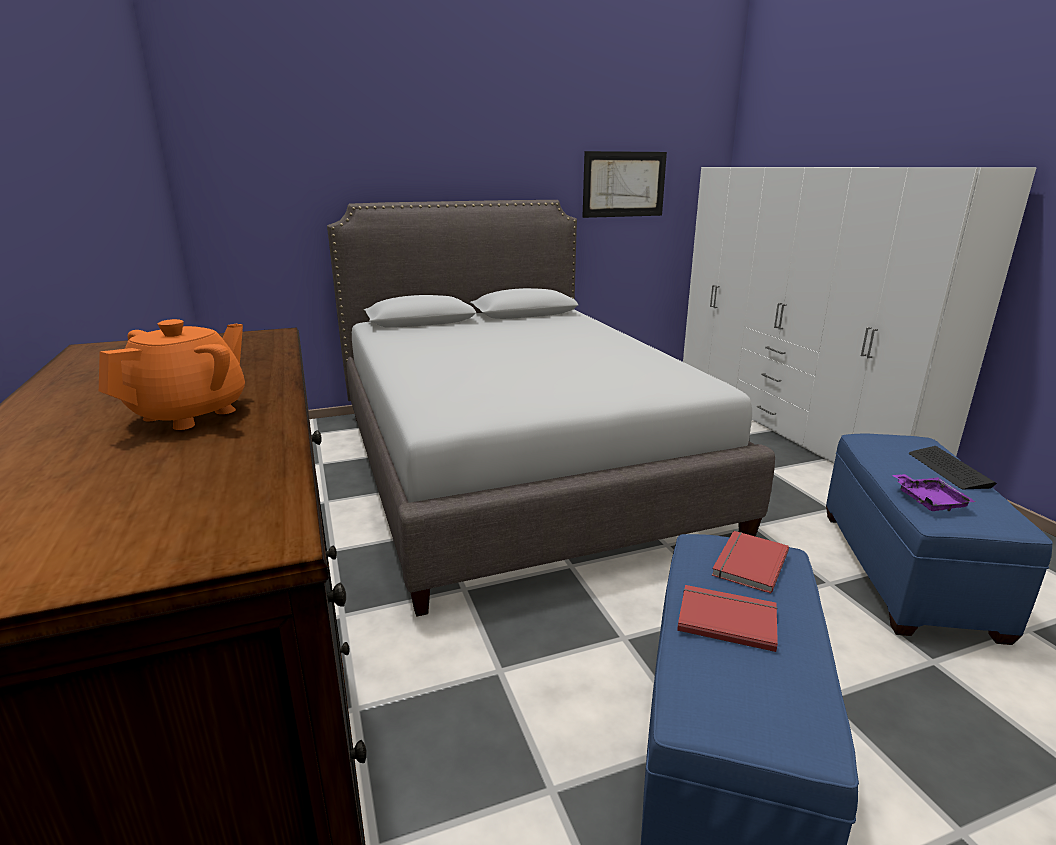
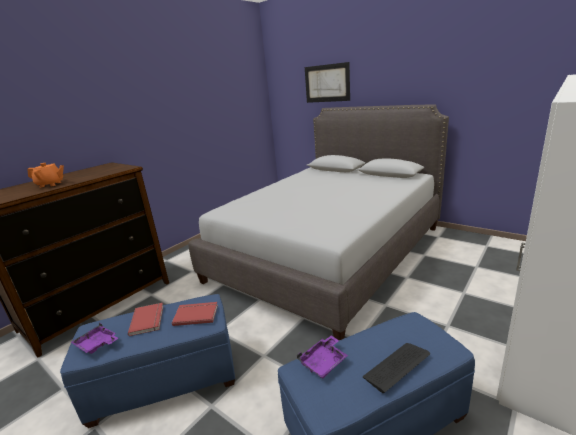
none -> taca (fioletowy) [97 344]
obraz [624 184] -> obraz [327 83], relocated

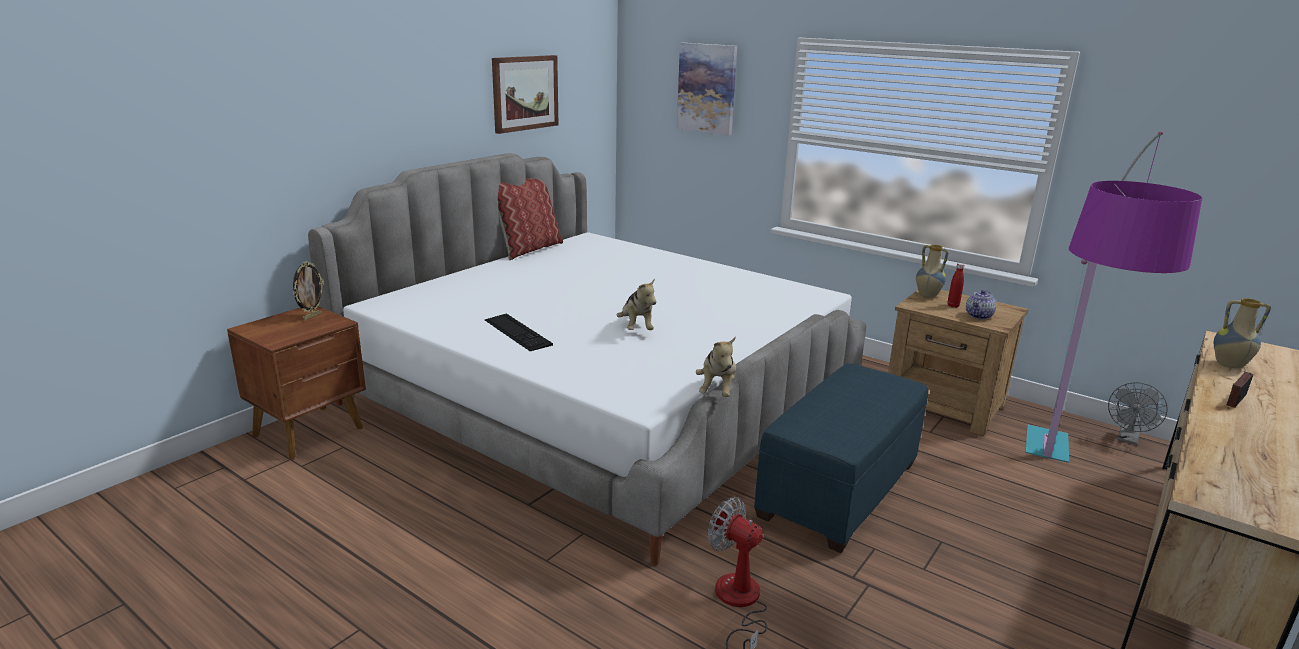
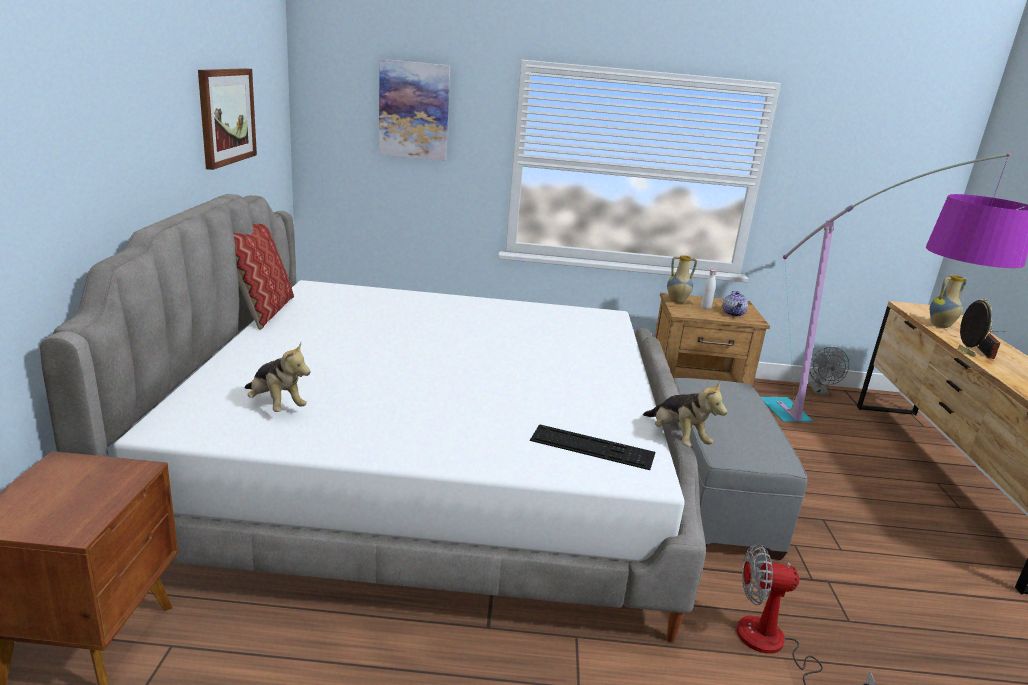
pluszak [636 328] -> pluszak [275 405], relocated
klawiatura [517 332] -> klawiatura [592 447], relocated
pufa (niebieski) [838 489] -> pufa (szary) [714 498]
butelka (czerwony) [953 306] -> butelka (biały) [705 308]
ramka na zdjęcie [311 317] -> ramka na zdjęcie [965 352], relocated

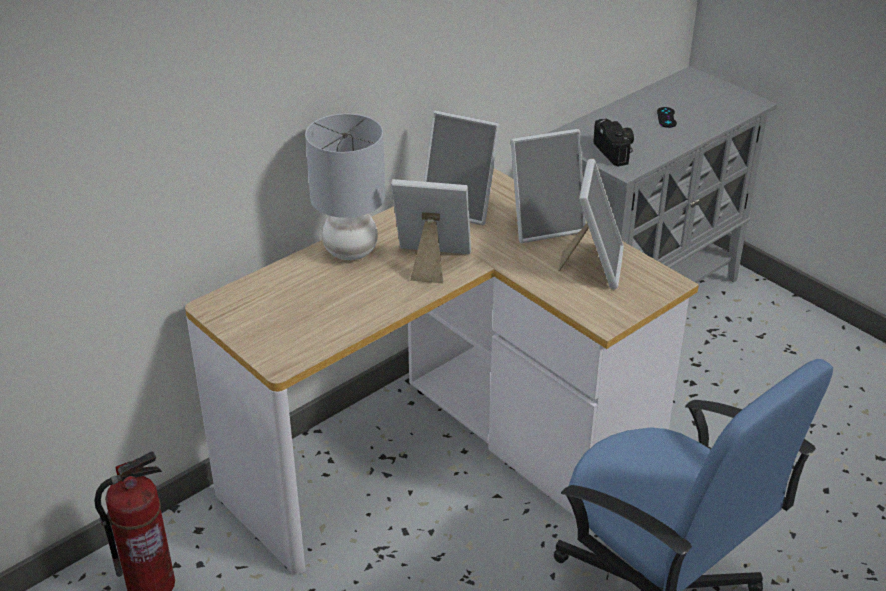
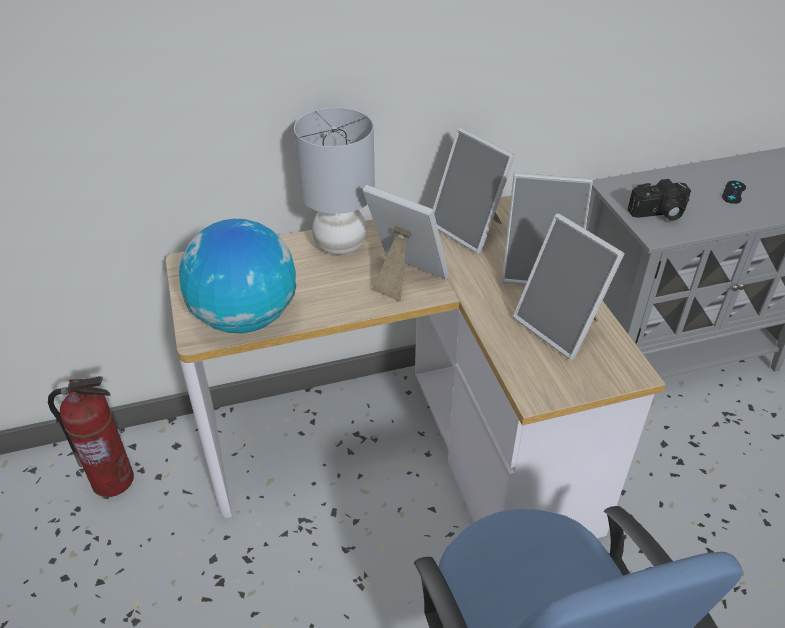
none -> globus [245 318]
ramka na zdjęcie [593 265] -> ramka na zdjęcie [561 327], 105 degrees clockwise
aparat fotograficzny [616 151] -> aparat fotograficzny [658 214], 75 degrees clockwise

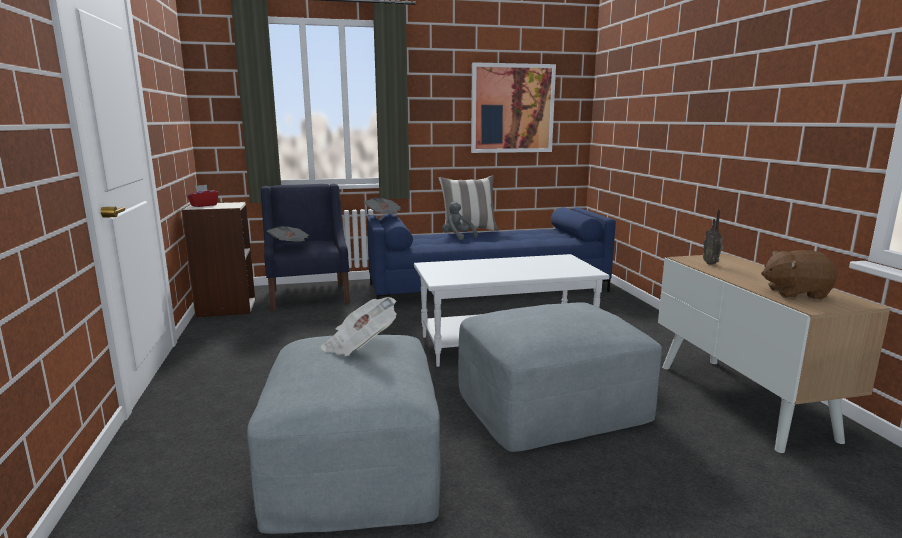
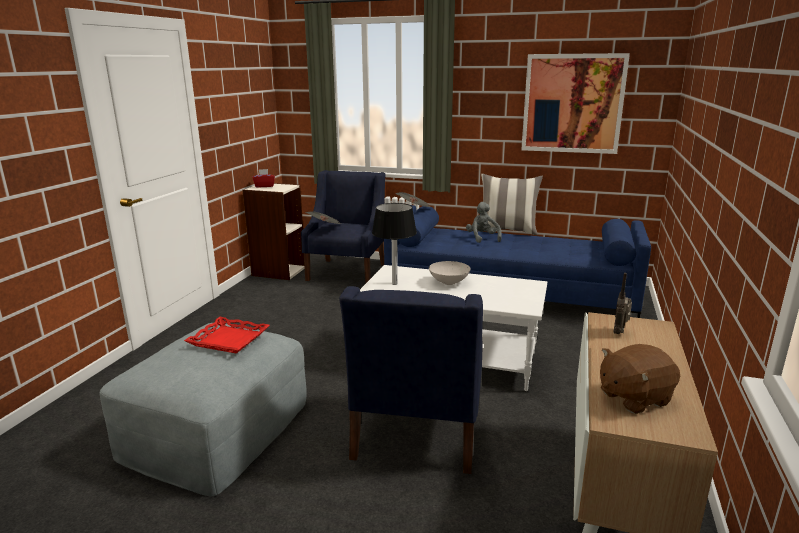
gazeta [360 345] -> taca (czerwony) [228 340]
pufa (szary) [552 404] -> fotel (niebieski) [416 432]
none -> lampa stołowa (czarny) [394 284]
none -> miska (biały) [449 282]
pluszak (brązowy) [795 293] -> pluszak (brązowy) [633 397], 60 degrees counterclockwise

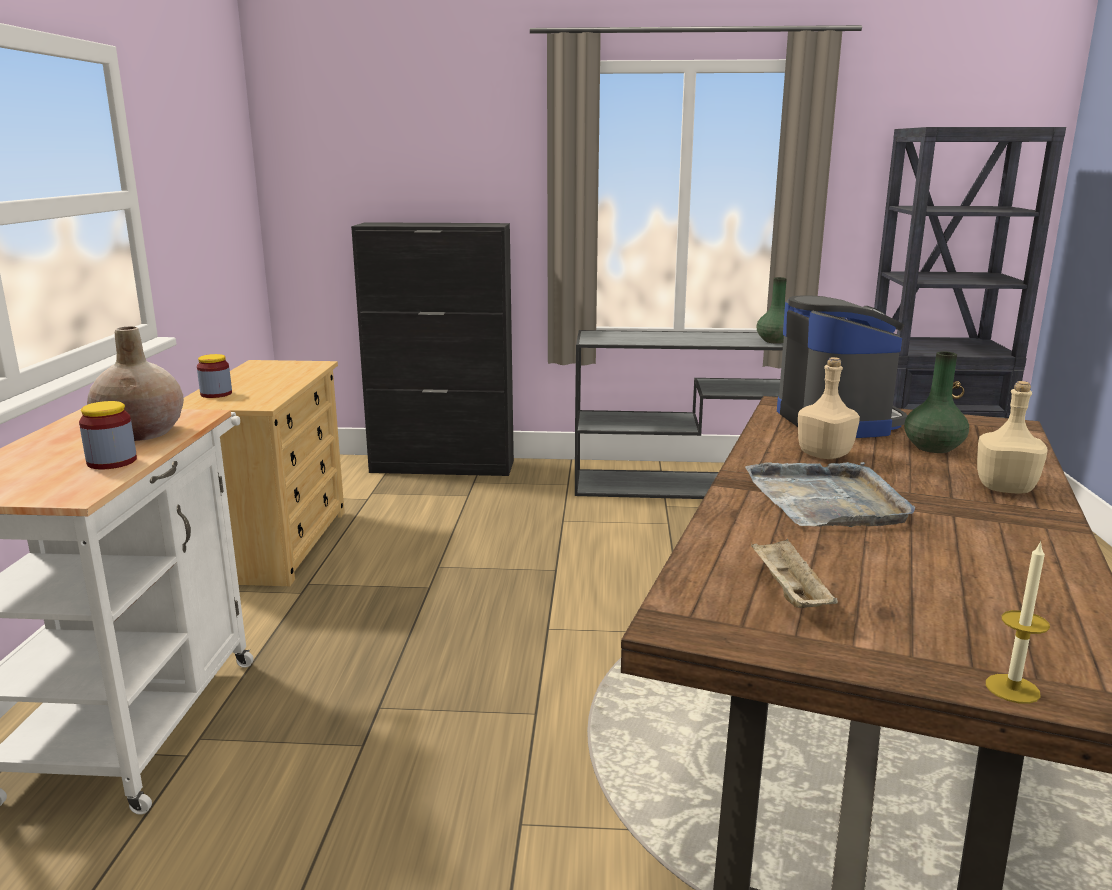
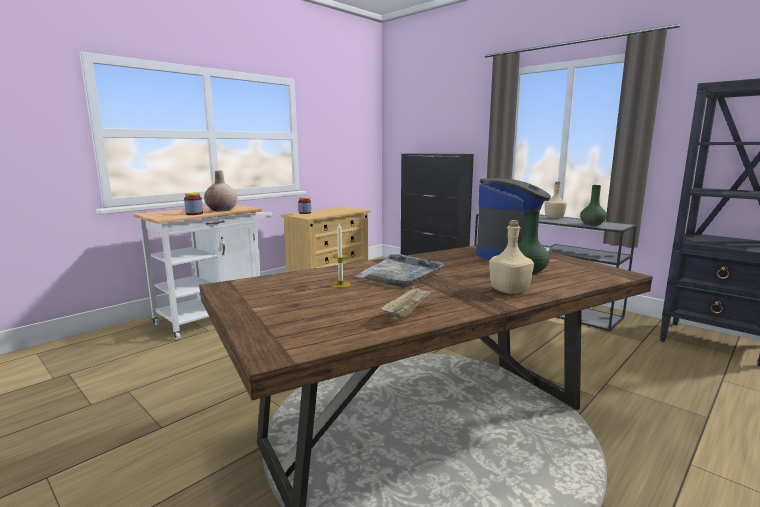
świeca [1012 688] -> świeca [340 284], relocated
taca (beżowy) [788 592] -> taca (beżowy) [408 312], relocated
butelka (beżowy) [825 455] -> butelka (beżowy) [554 218], relocated

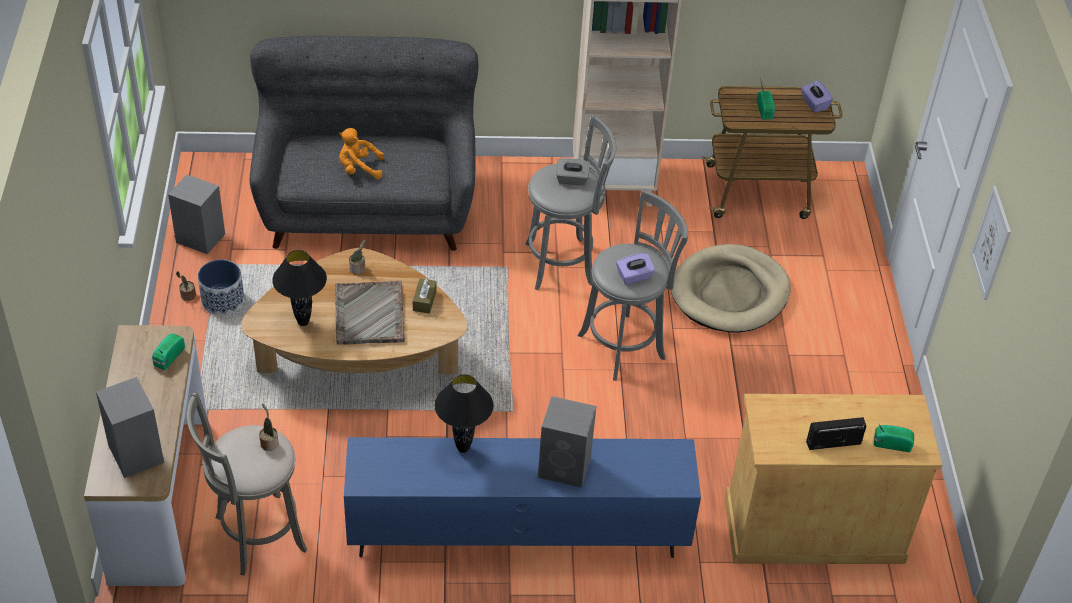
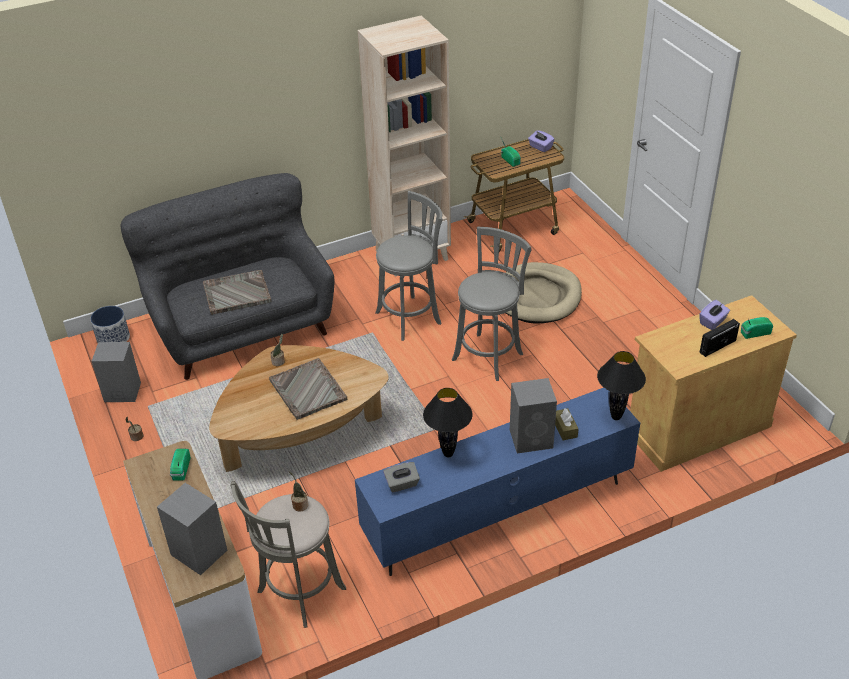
donica [223 300] -> donica [113 338], relocated
pluszak (pomarańczowy) [359 169] -> taca (szary) [236 293]
pudełko chusteczek (szary) [572 180] -> pudełko chusteczek (szary) [402 484], relocated
pudełko chusteczek (brązowy) [424 300] -> pudełko chusteczek (brązowy) [565 428], relocated
lampa stołowa (czarny) [303 322] -> lampa stołowa (czarny) [615 417], relocated
pudełko chusteczek (fioletowy) [634 277] -> pudełko chusteczek (fioletowy) [713 322], relocated
obraz [991 243] -> none

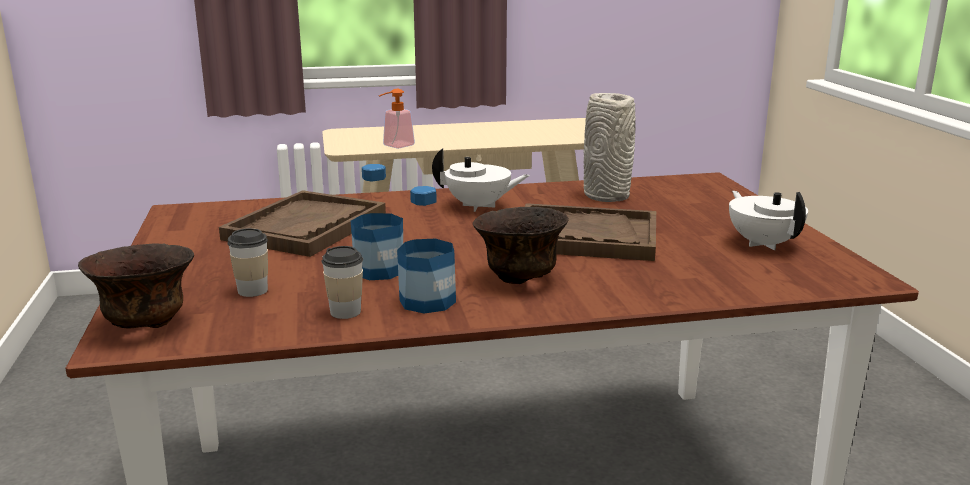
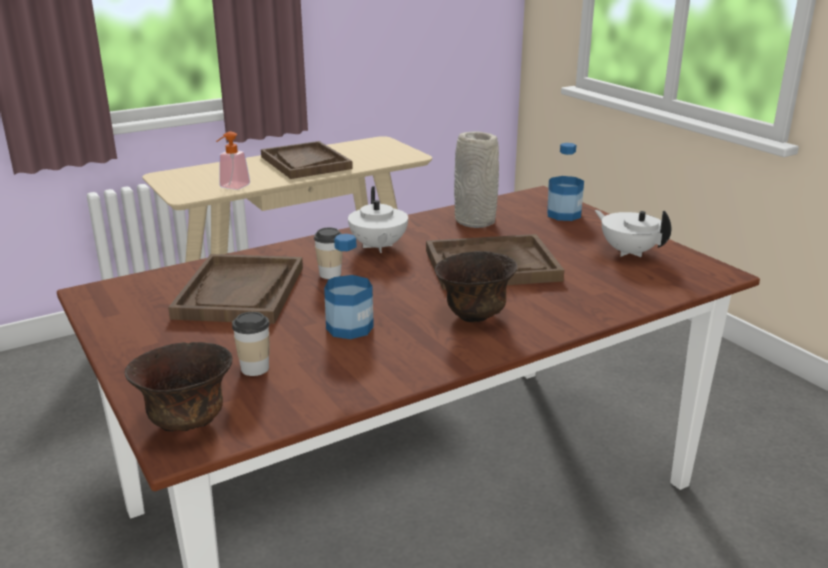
none -> taca (brązowy) [305 162]
filiżanka [345 312] -> filiżanka [330 274], relocated
imbryk (biały) [479 206] -> imbryk (biały) [378 247], 90 degrees clockwise
butelka [427 301] -> butelka [563 214], relocated

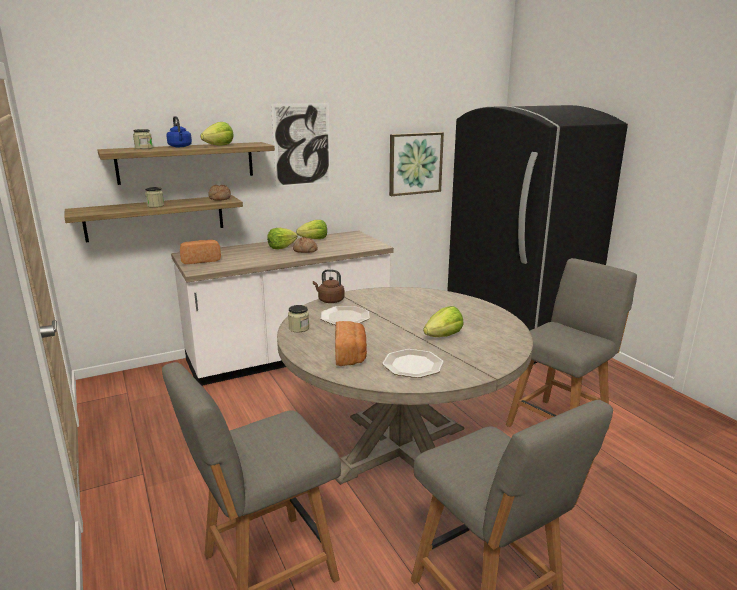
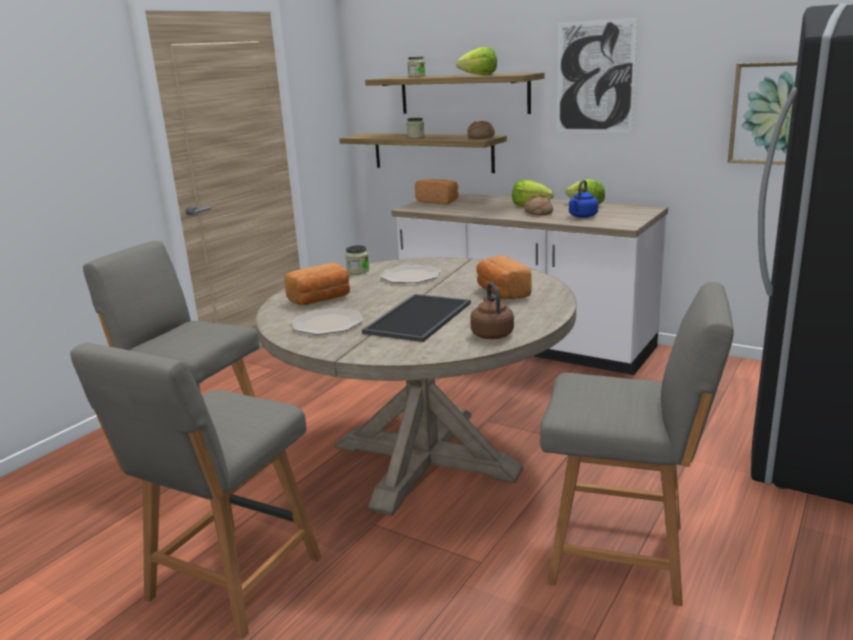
sałata [443 336] -> taca [419 318]
czajnik (brązowy) [329 300] -> czajnik (brązowy) [491 334], relocated
none -> chleb [501 293]
czajnik (niebieski) [180 147] -> czajnik (niebieski) [582 216], relocated

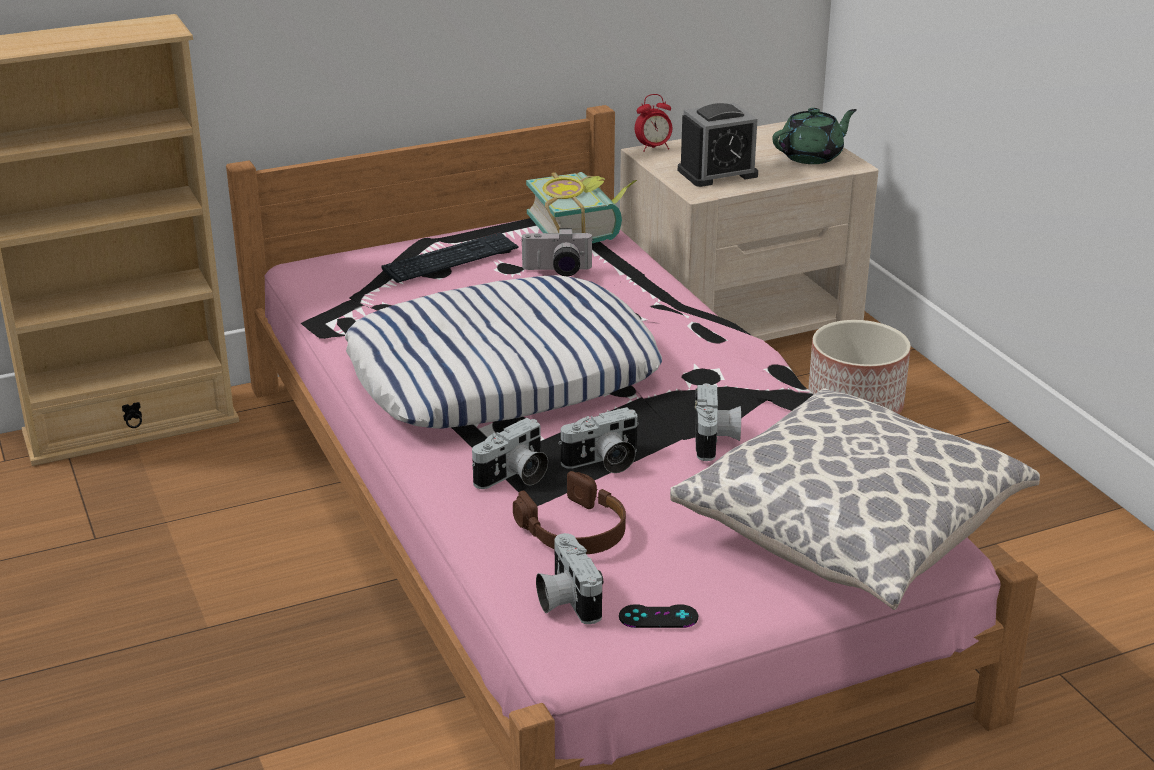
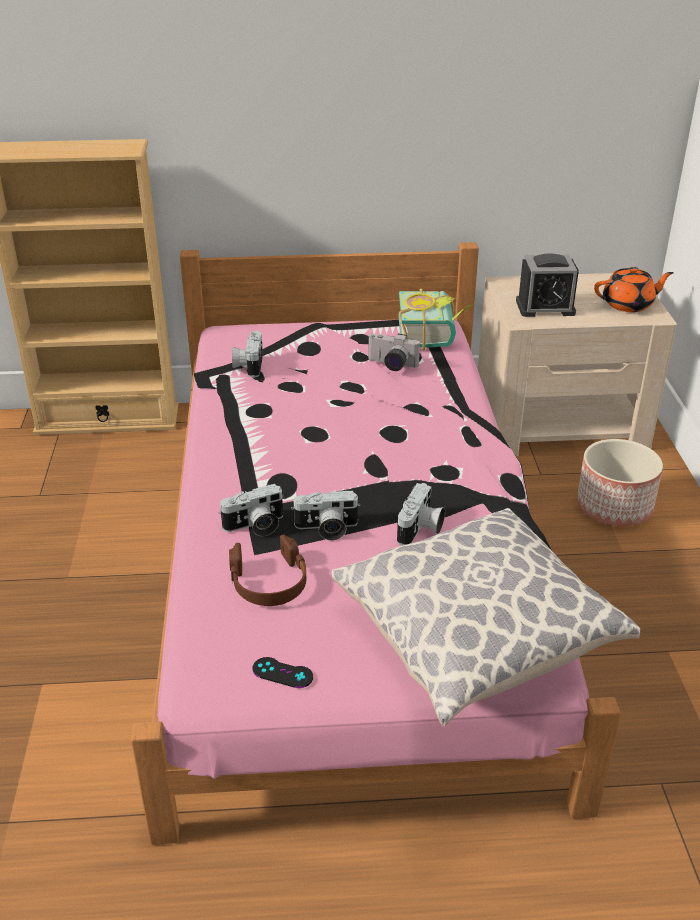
aparat fotograficzny [565 600] -> aparat fotograficzny [248 365], relocated
imbryk (zielony) [812 156] -> imbryk (pomarańczowy) [628 305]
poduszka [502 372] -> none
klawiatura [451 260] -> none
budzik [653 148] -> none

